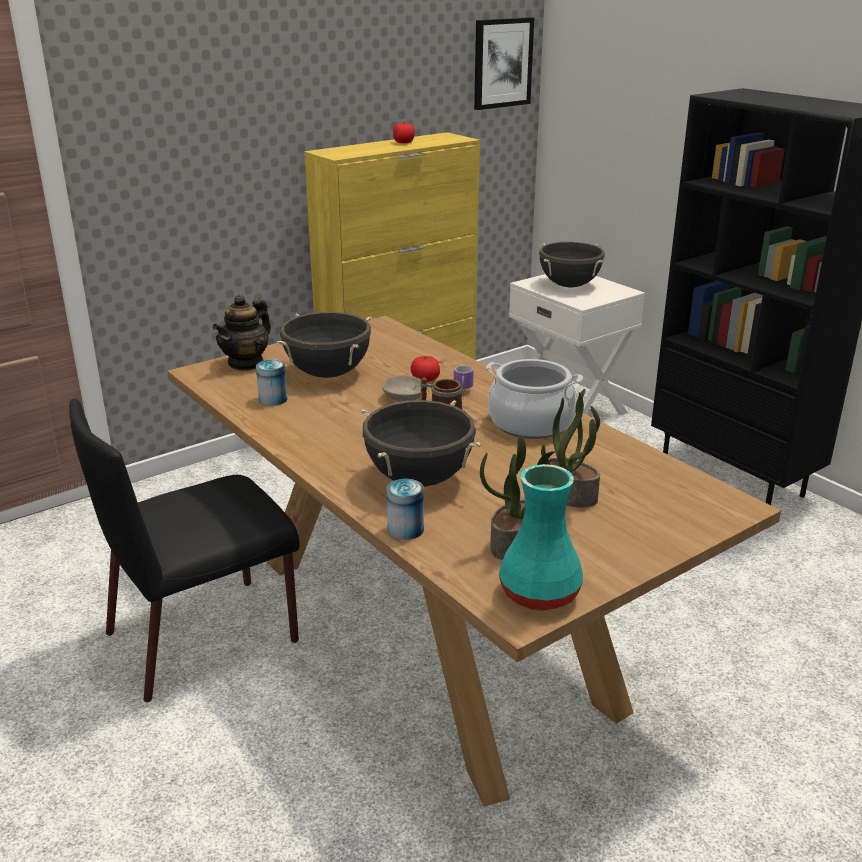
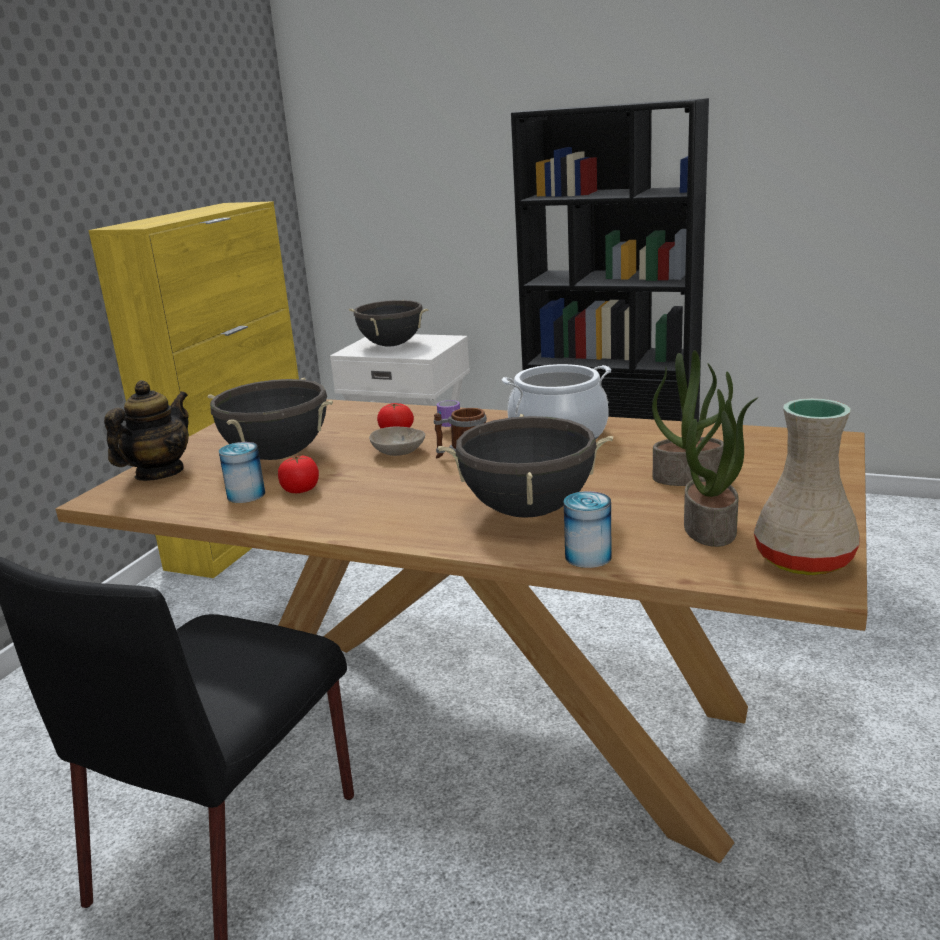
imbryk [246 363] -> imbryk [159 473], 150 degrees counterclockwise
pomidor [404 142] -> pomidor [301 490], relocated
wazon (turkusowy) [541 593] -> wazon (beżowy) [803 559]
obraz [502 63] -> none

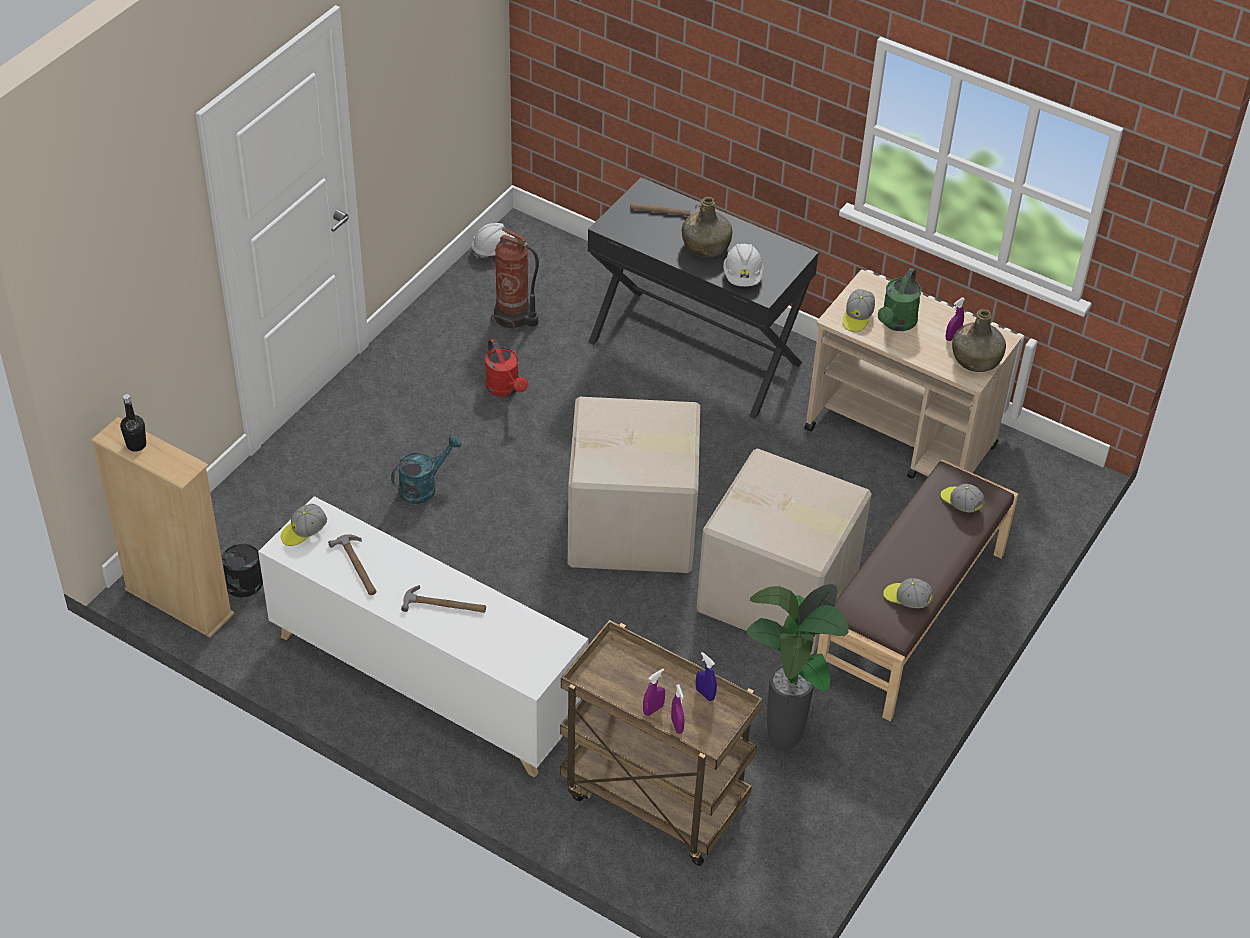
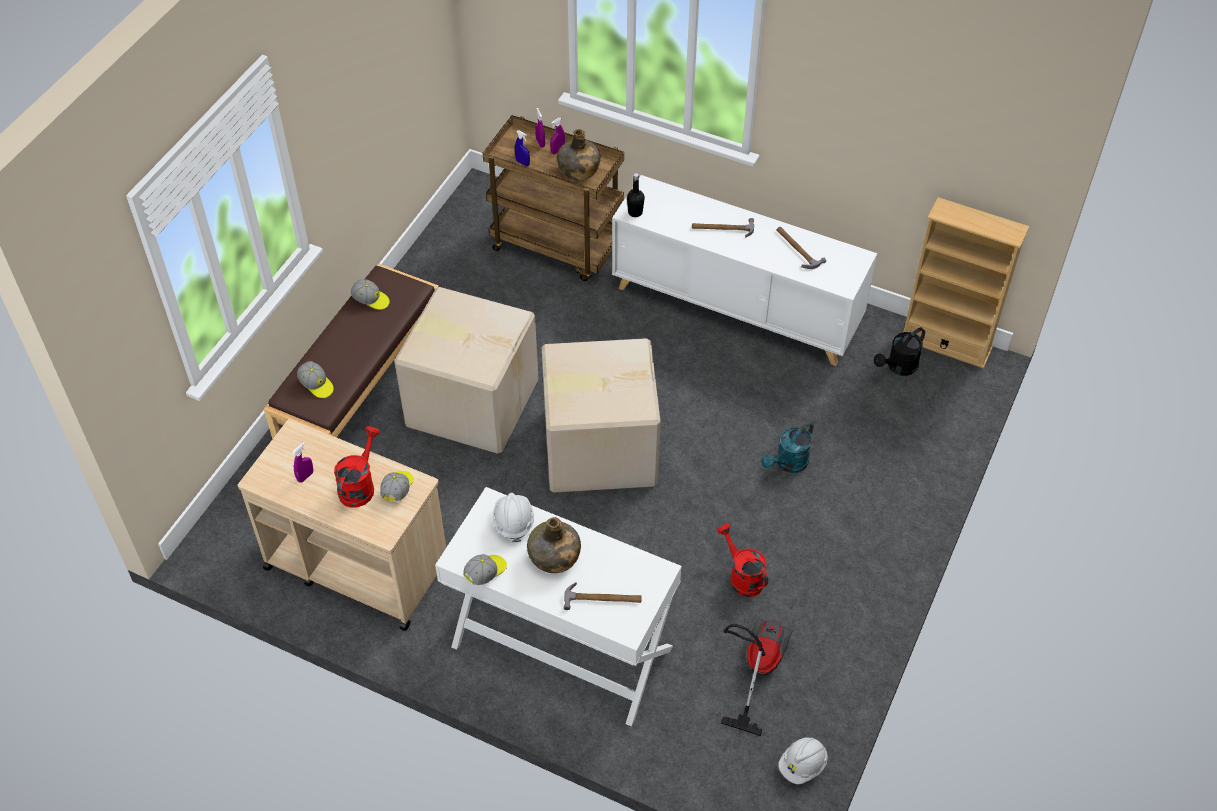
konewka (zielony) [896 323] -> konewka (czerwony) [359 485]
biurko (czarny) [695 351] -> biurko (biały) [561 647]
czapka z daszkiem [304 531] -> czapka z daszkiem [486 572], relocated
butelka (zielony) [976 359] -> butelka (zielony) [578 170], relocated
butelka (czarny) [136 445] -> butelka (czarny) [635 212], relocated
gaśnica [514 318] -> odkurzacz [756 668]
roślina doniczkowa [784 744] -> none

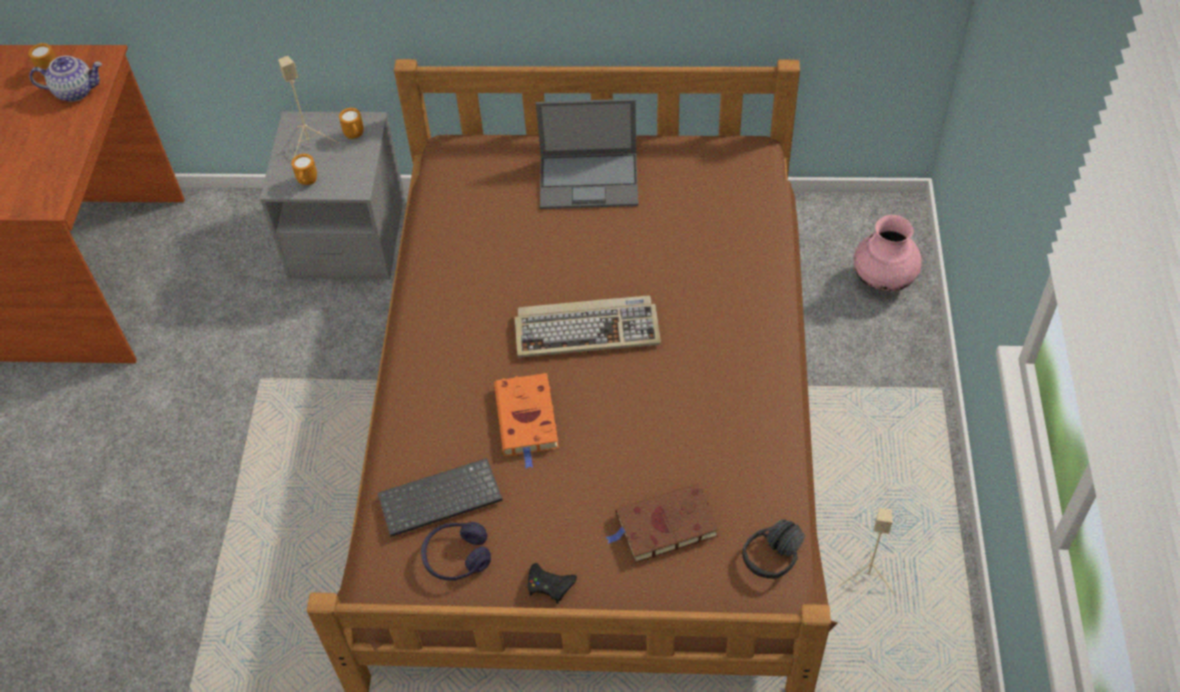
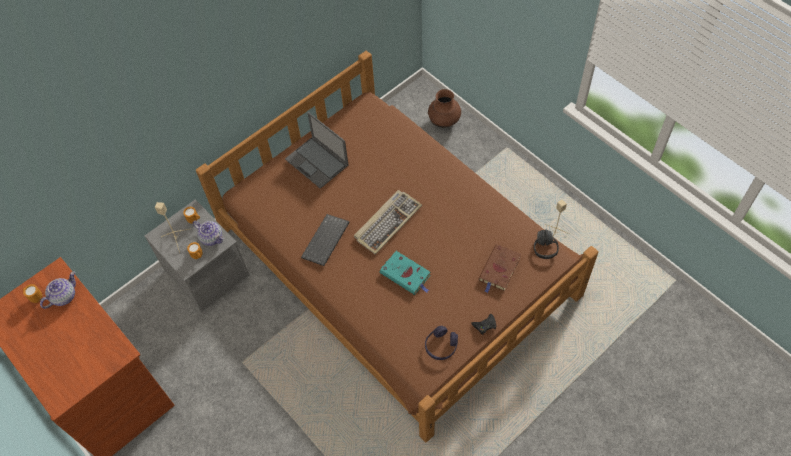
none -> imbryk [212 238]
laptop [590 180] -> laptop [317 162], 90 degrees clockwise
klawiatura [439 501] -> klawiatura [326 241], relocated
książka (pomarańczowy) [527 420] -> książka (turkusowy) [406 275]
wazon (różowy) [883 280] -> wazon (brązowy) [444 121]

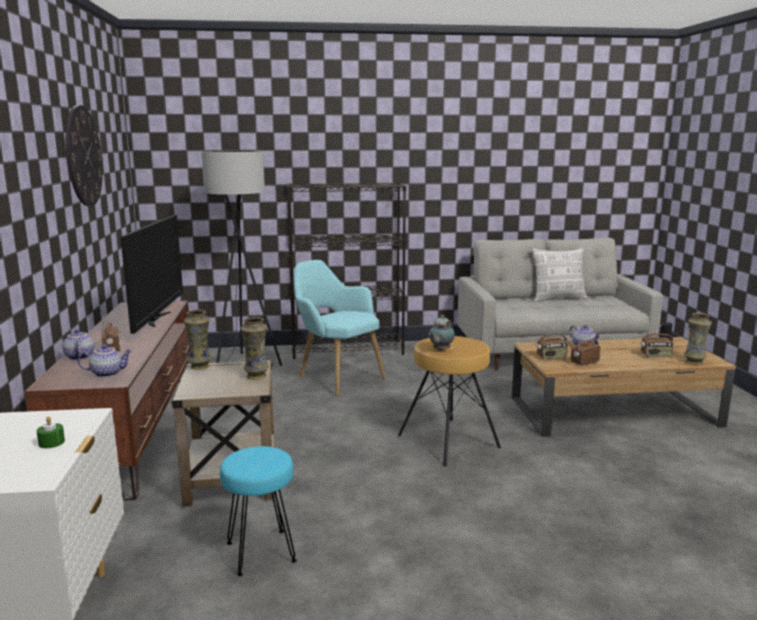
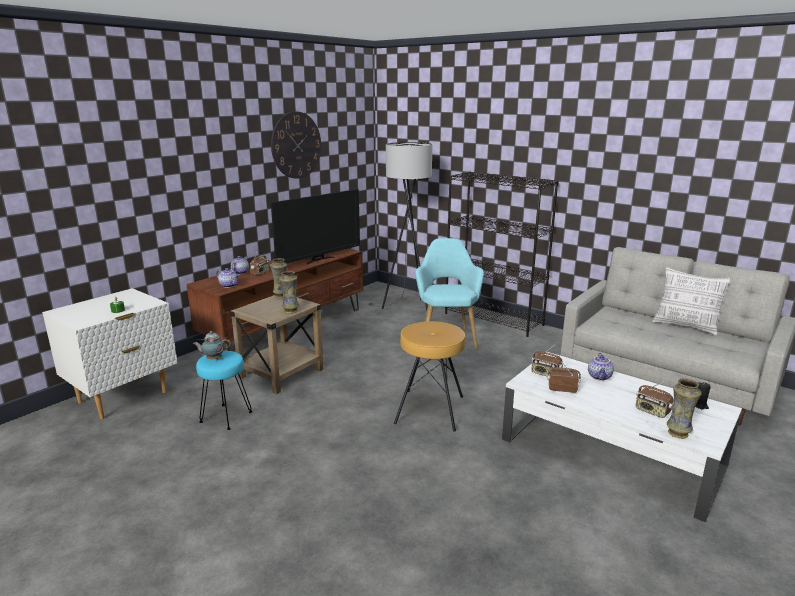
imbryk [440 350] -> imbryk [213 359], relocated
ława (brązowy) [614 412] -> ława (biały) [611 453]

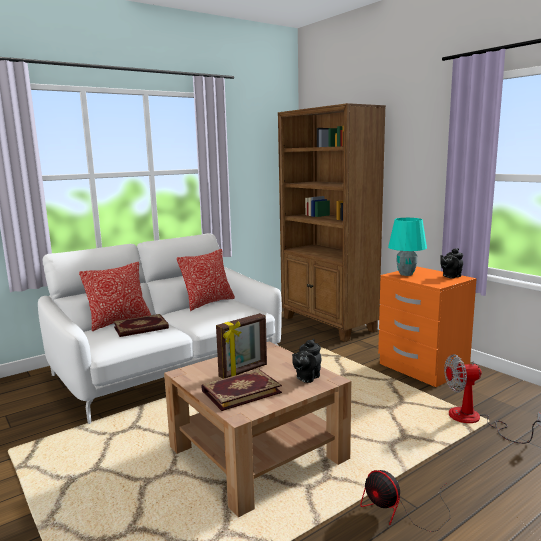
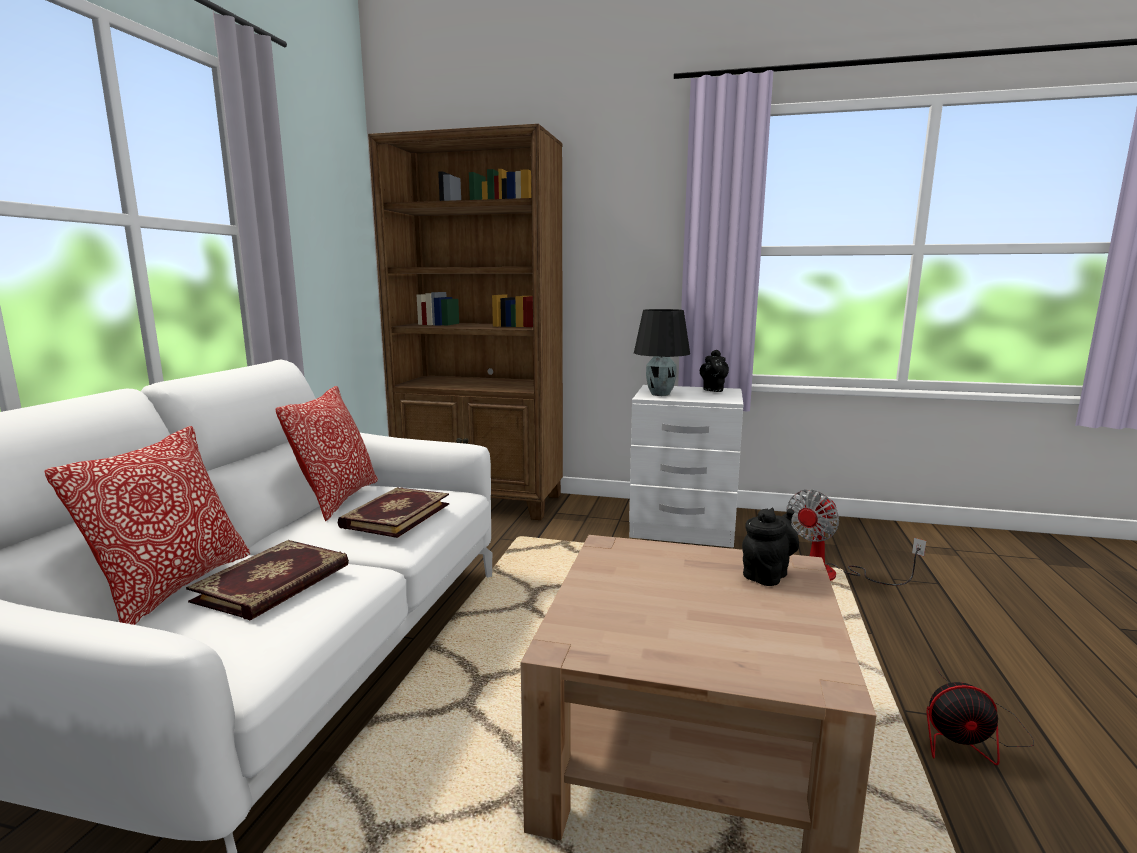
książka [241 391] -> książka [395 515], relocated
szafka nocna (pomarańczowy) [422 368] -> szafka nocna (biały) [682 528]
lampa stołowa (turkusowy) [406 274] -> lampa stołowa (czarny) [660 394]
imbryk (czarny) [306 378] -> imbryk (czarny) [767 574], 135 degrees counterclockwise
ramka na zdjęcie [244 371] -> none

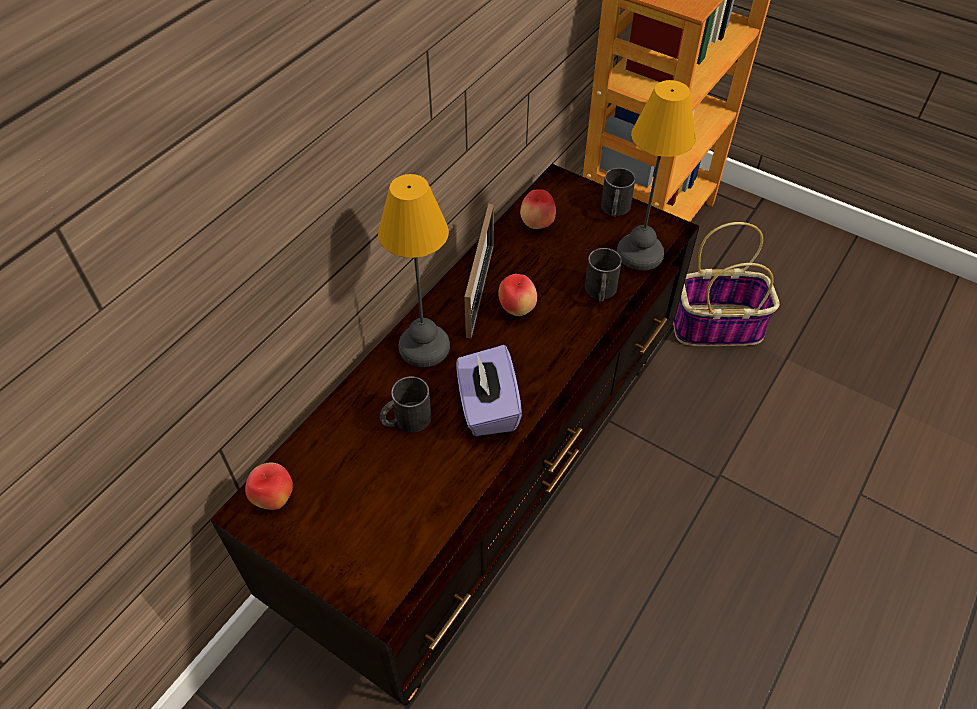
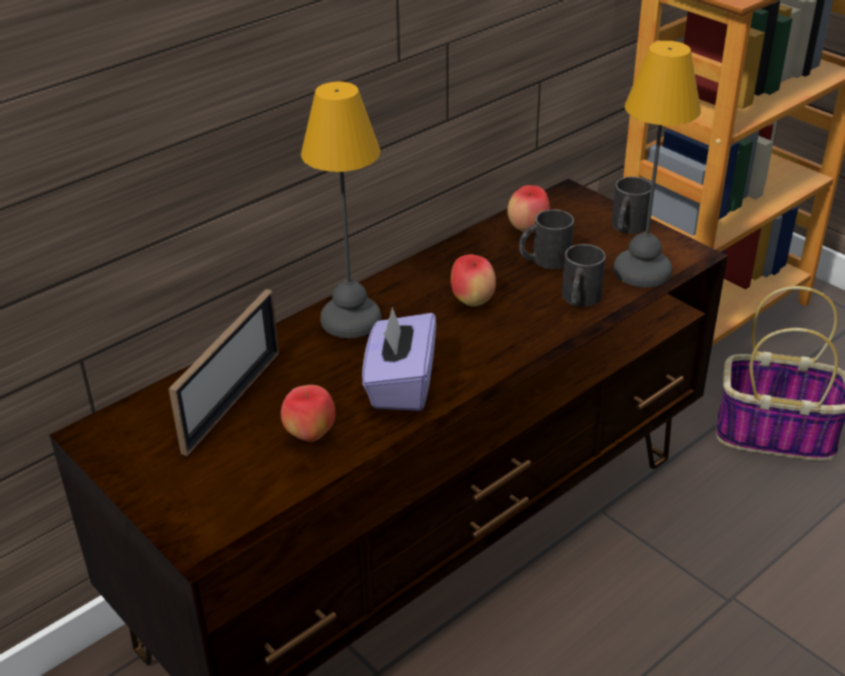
ramka na zdjęcie [480 290] -> ramka na zdjęcie [232 401], relocated
jabłko [274 498] -> jabłko [310 435], relocated
kubek (czarny) [406 420] -> kubek (czarny) [544 260], relocated

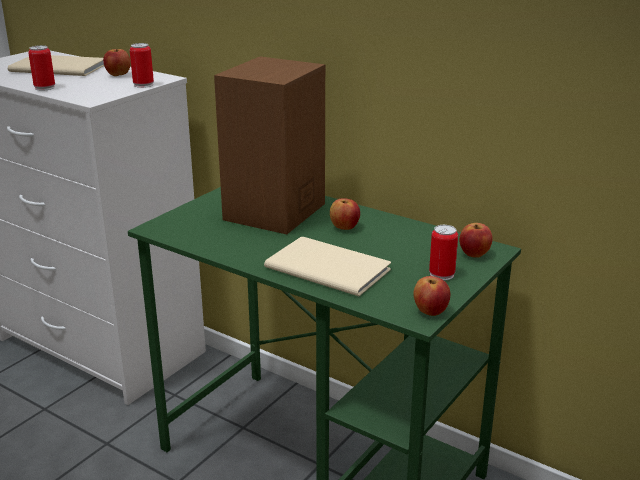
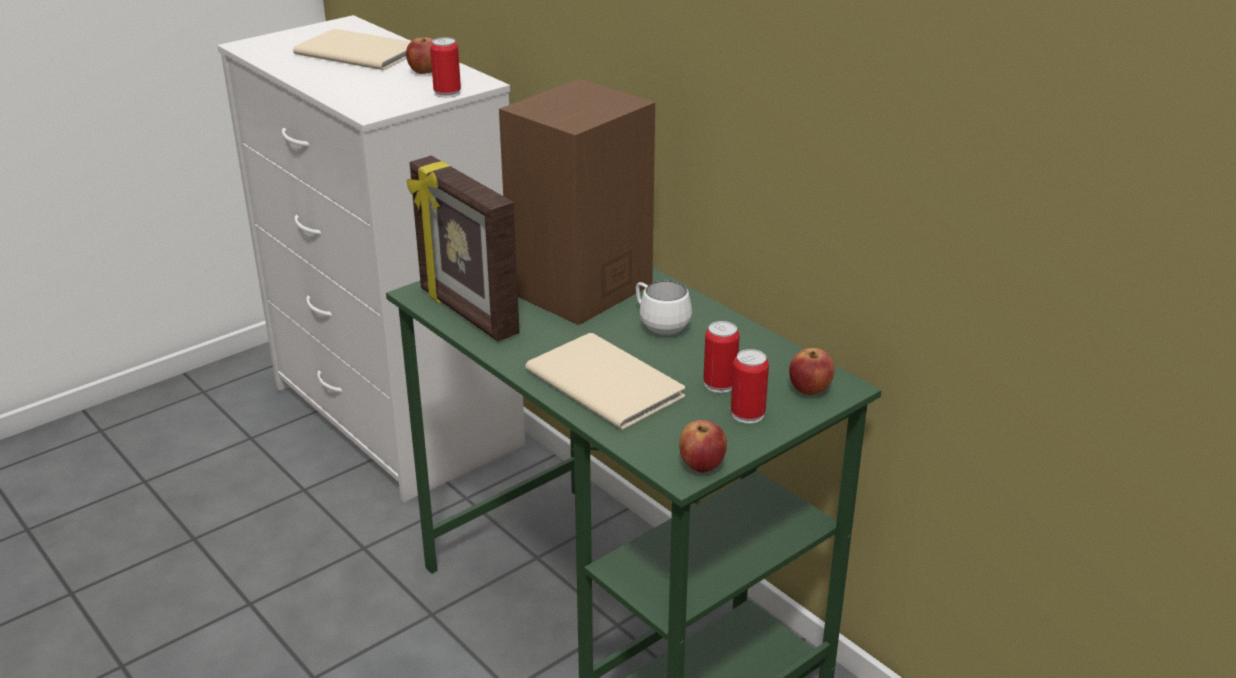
none -> ramka na zdjęcie [466 312]
jabłko [344 227] -> kubek (biały) [659 324]
puszka [44 87] -> puszka [719 384], relocated

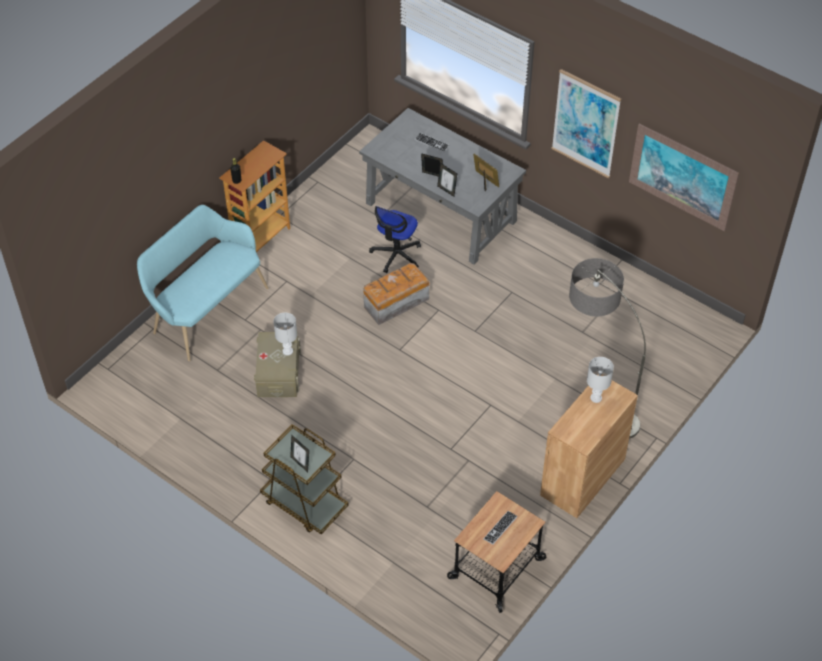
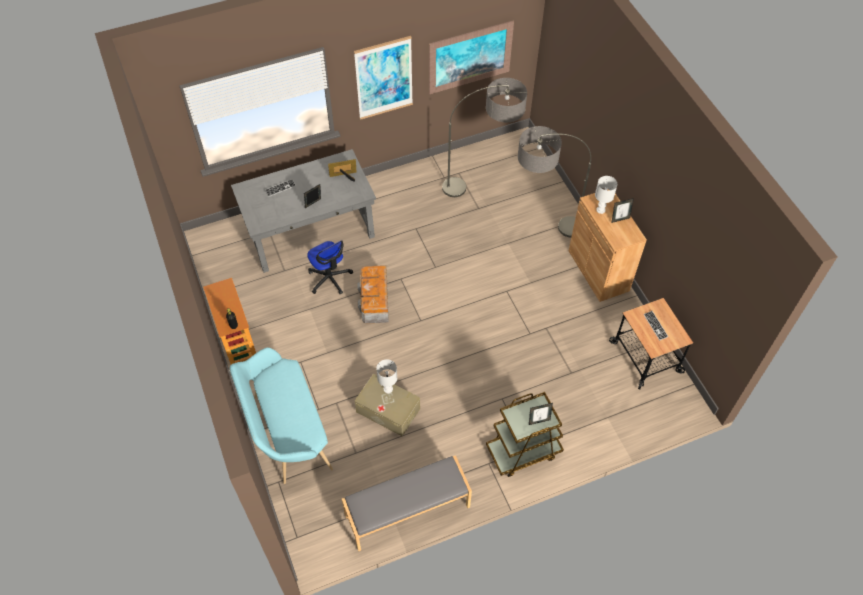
none -> ławka (szary) [407 511]
none -> lampa stojąca [483 187]
ramka na zdjęcie [447 190] -> ramka na zdjęcie [620 219], relocated

